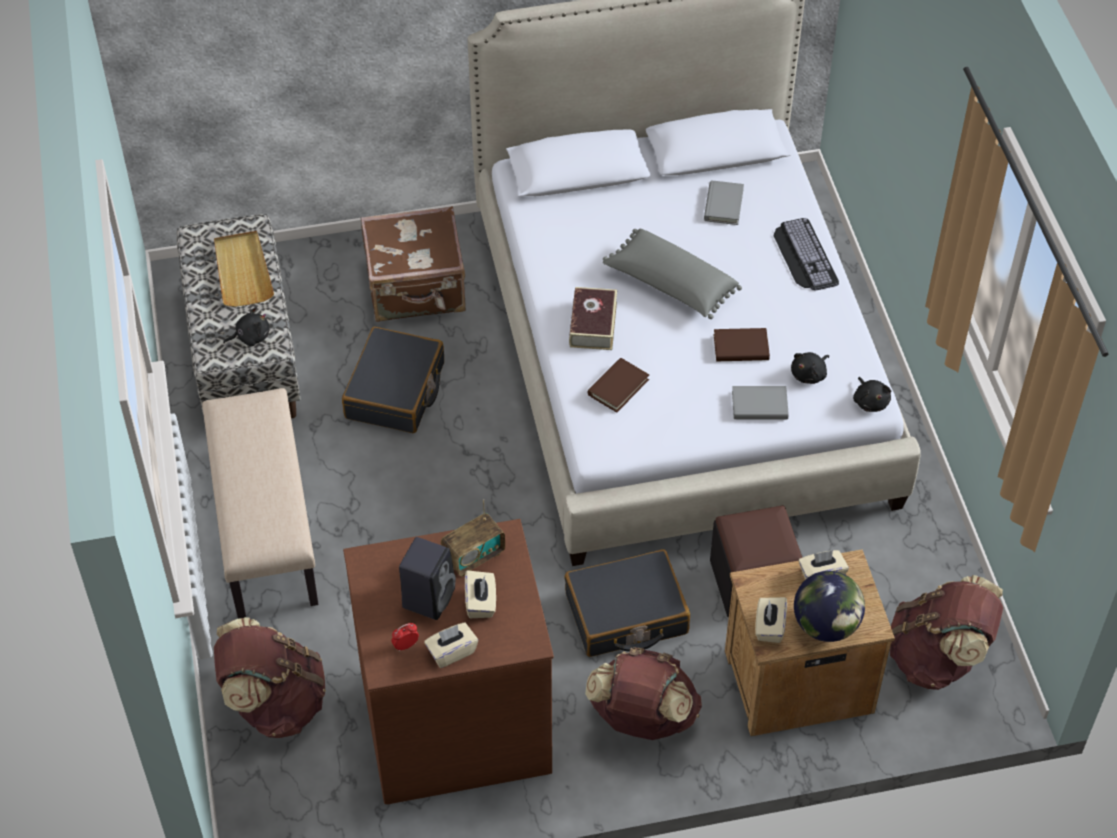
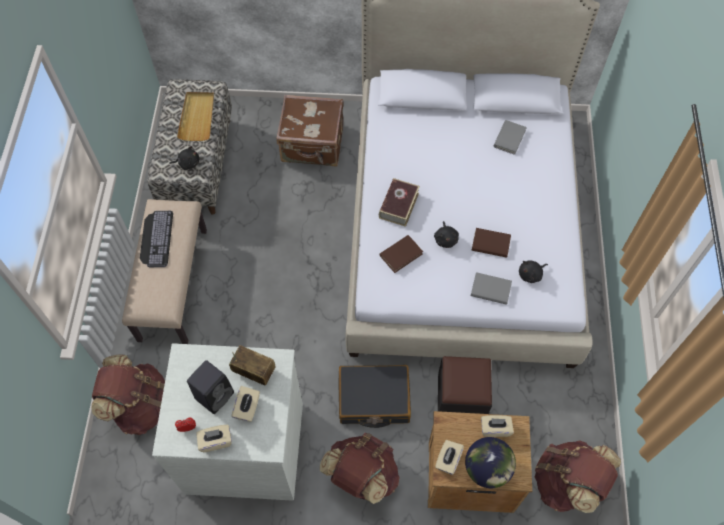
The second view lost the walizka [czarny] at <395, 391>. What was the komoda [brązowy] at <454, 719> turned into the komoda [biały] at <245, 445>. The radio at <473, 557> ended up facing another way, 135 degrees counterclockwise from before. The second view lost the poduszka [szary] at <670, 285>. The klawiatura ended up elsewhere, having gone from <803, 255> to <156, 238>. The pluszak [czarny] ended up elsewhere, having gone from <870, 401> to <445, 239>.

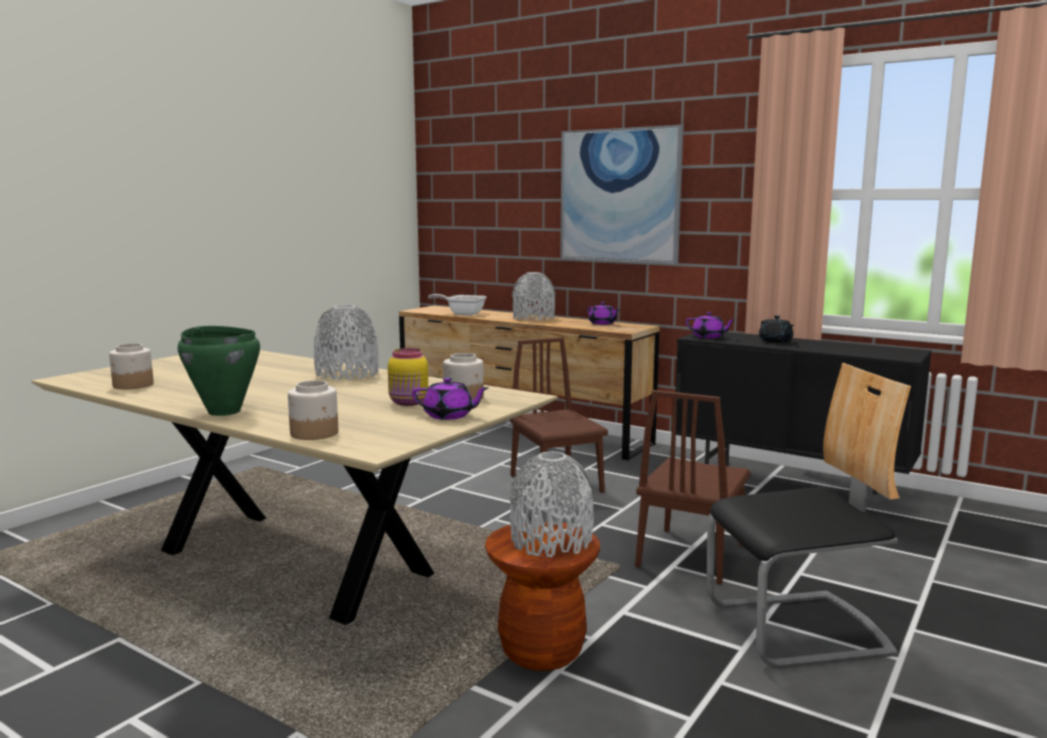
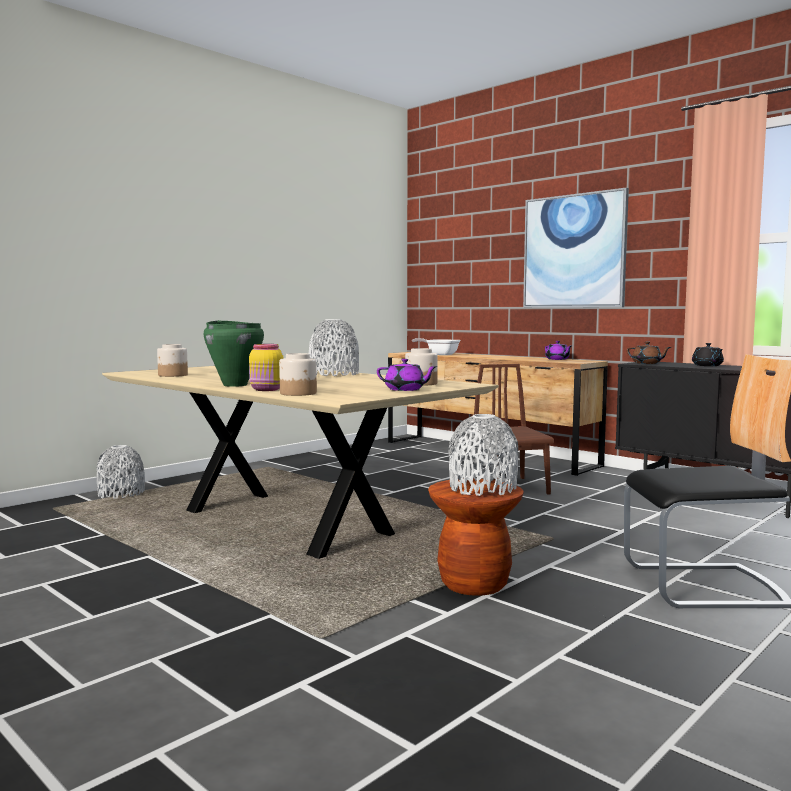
The słoik [żółty] ended up elsewhere, having gone from <409, 403> to <267, 390>. The wazon [szary] ended up elsewhere, having gone from <533, 318> to <121, 494>. The second view lost the krzesło [brązowy] at <691, 555>. What was the imbryk [fioletowy] at <708, 337> turned into the imbryk [brązowy] at <647, 363>.

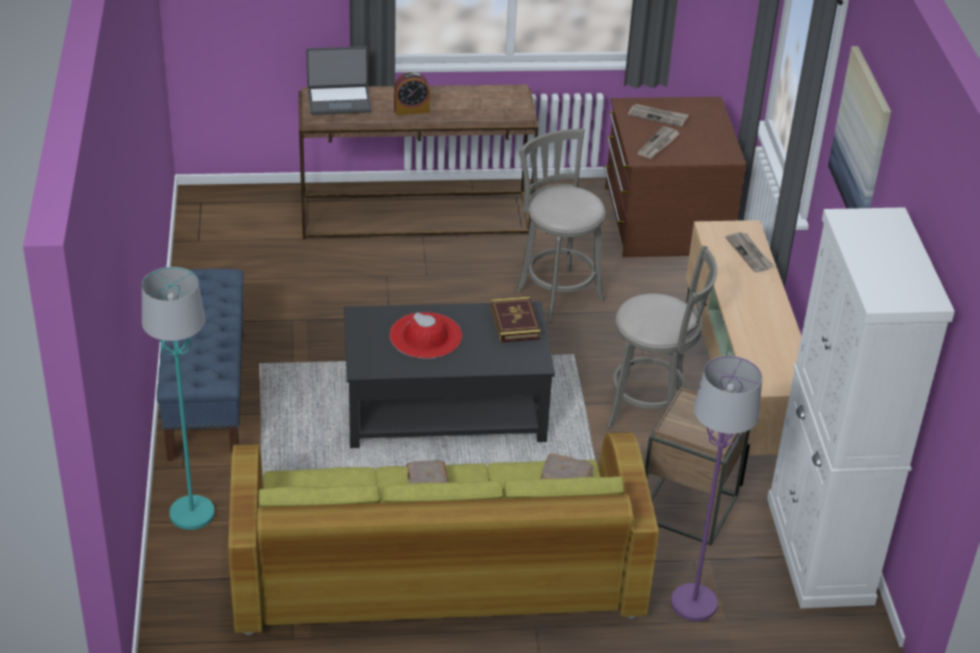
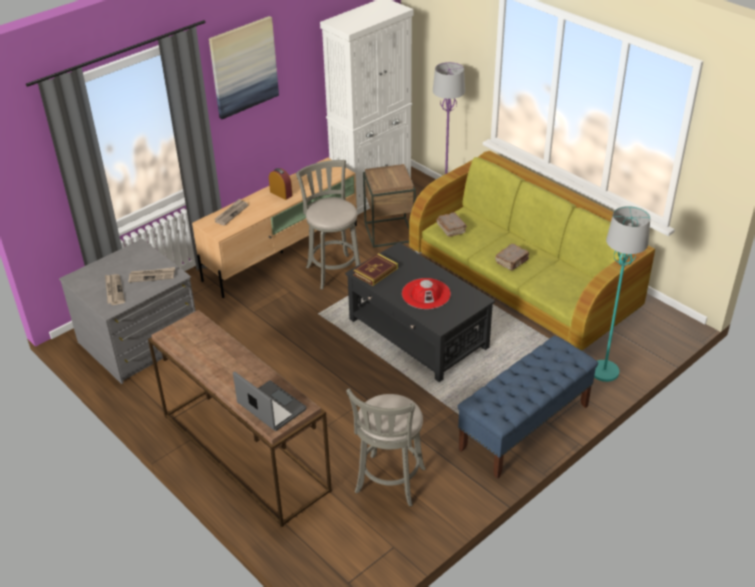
The budzik ended up elsewhere, having gone from <411, 110> to <281, 193>. The stołek [szary] ended up elsewhere, having gone from <556, 293> to <389, 483>. What was the komoda [brązowy] at <664, 220> turned into the komoda [szary] at <140, 342>.

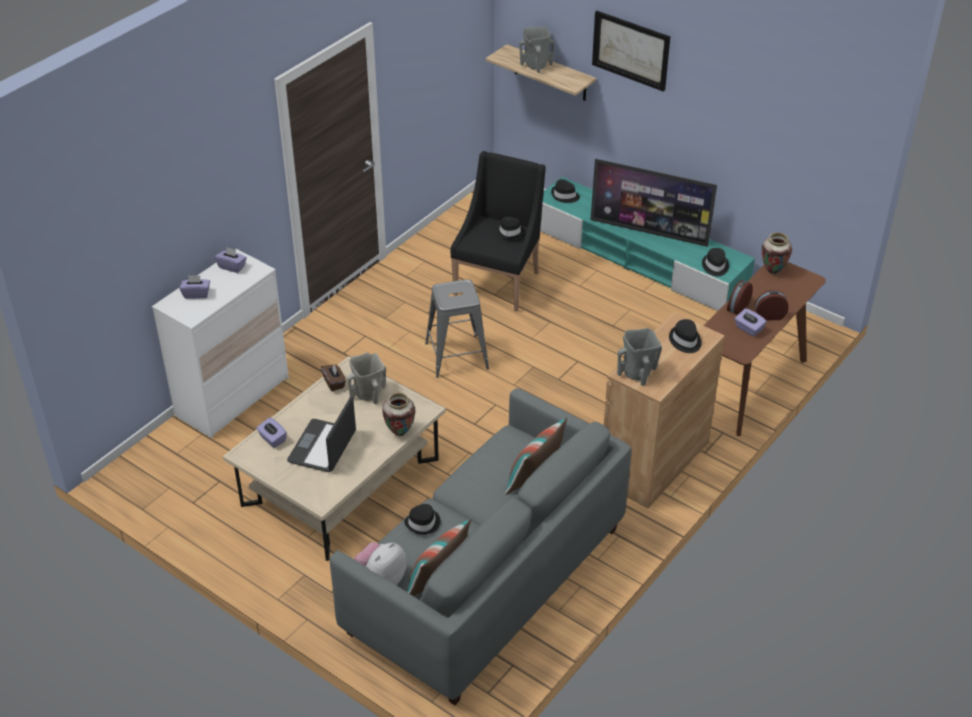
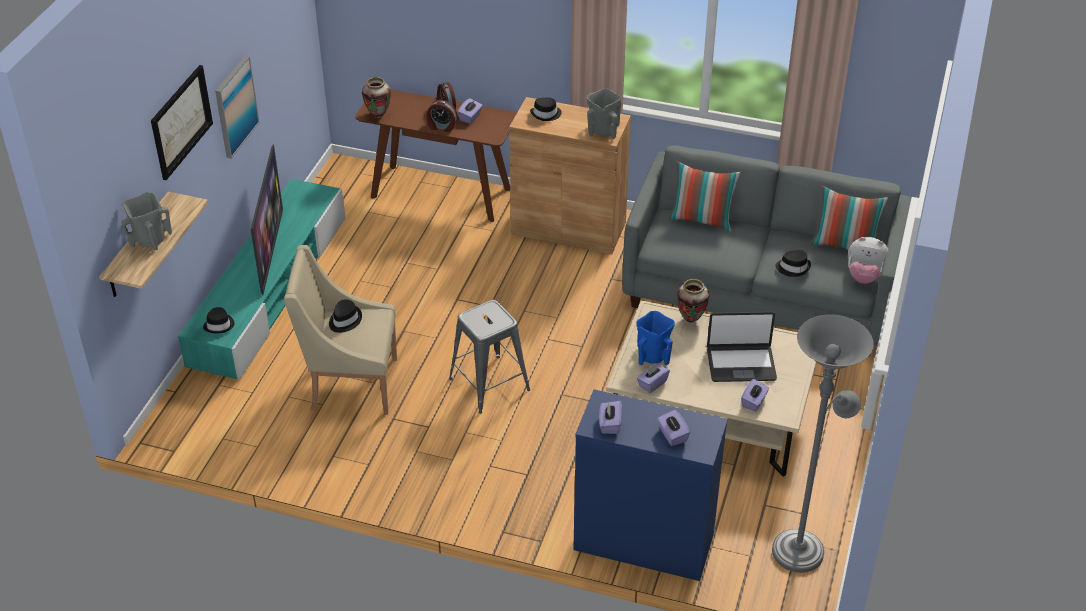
What was the komoda [biały] at <232, 397> turned into the komoda [niebieski] at <643, 542>. What was the pudełko chusteczek [brązowy] at <334, 383> turned into the pudełko chusteczek [fioletowy] at <652, 384>. What was the wazon [beżowy] at <368, 394> turned into the wazon [niebieski] at <653, 355>. What was the fotel [czarny] at <498, 282> turned into the fotel [beżowy] at <350, 384>. The second view lost the kapelusz [czarny] at <715, 266>. The second view gained the obraz at <235, 106>. The second view gained the lampa stojąca [szary] at <801, 547>.

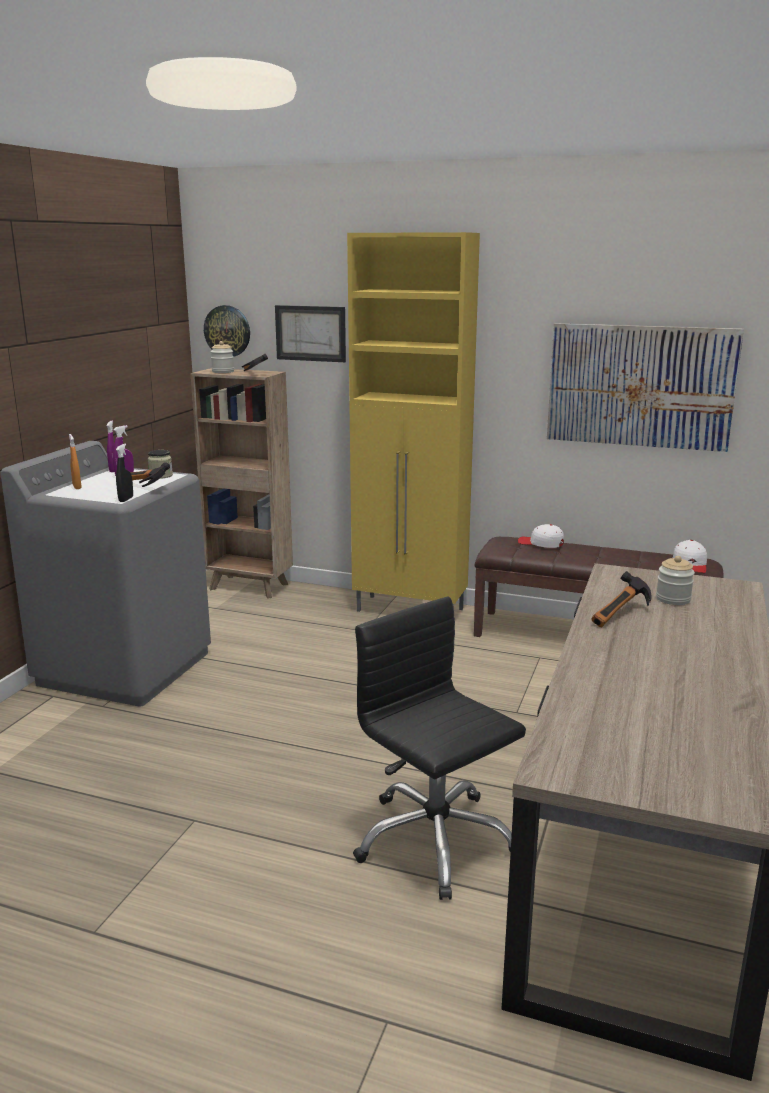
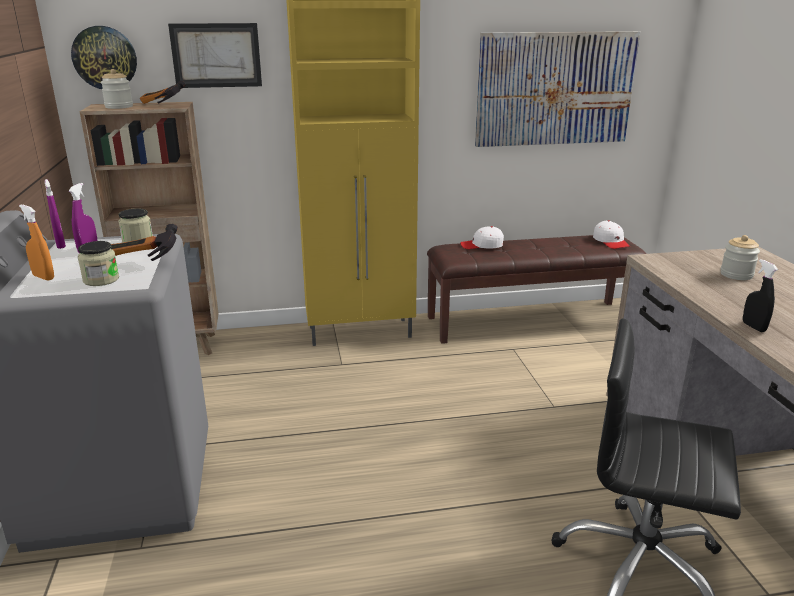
The spryskiwacz [czarny] ended up elsewhere, having gone from <126, 499> to <753, 327>. The second view lost the młotek at <622, 616>. The second view gained the słoik at <101, 280>.

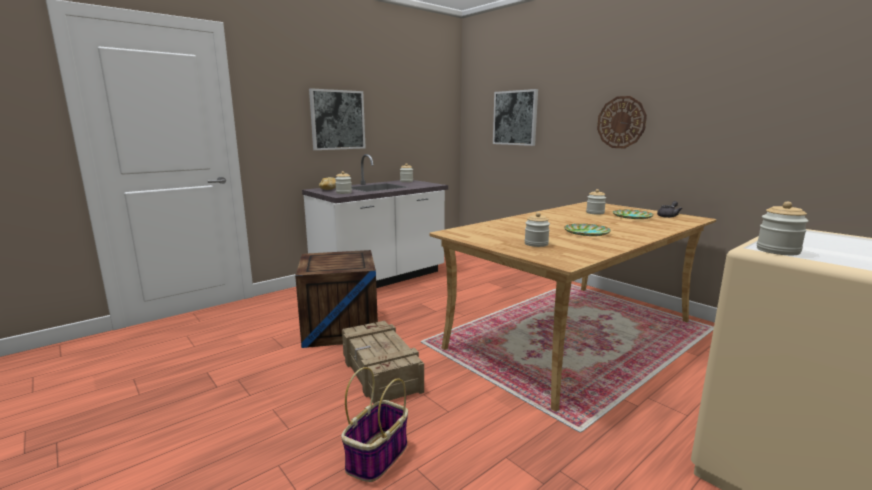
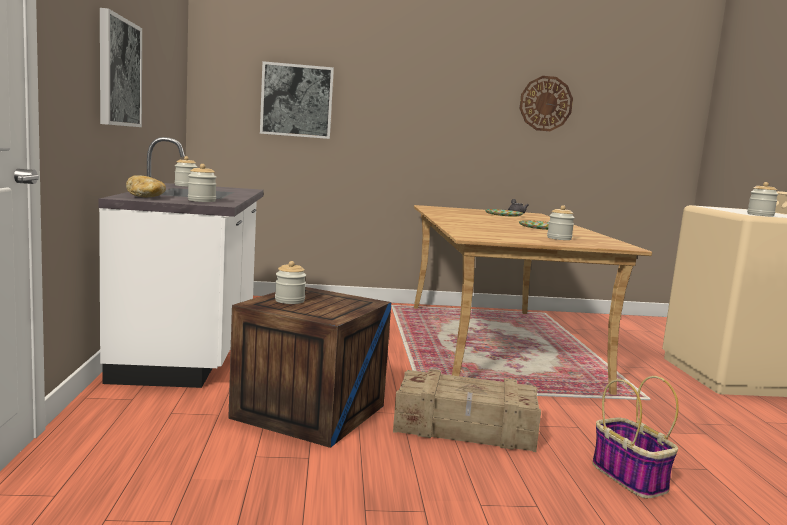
The słoik ended up elsewhere, having gone from <595, 213> to <289, 300>. The zegar ścienny ended up elsewhere, having gone from <621, 122> to <545, 103>.

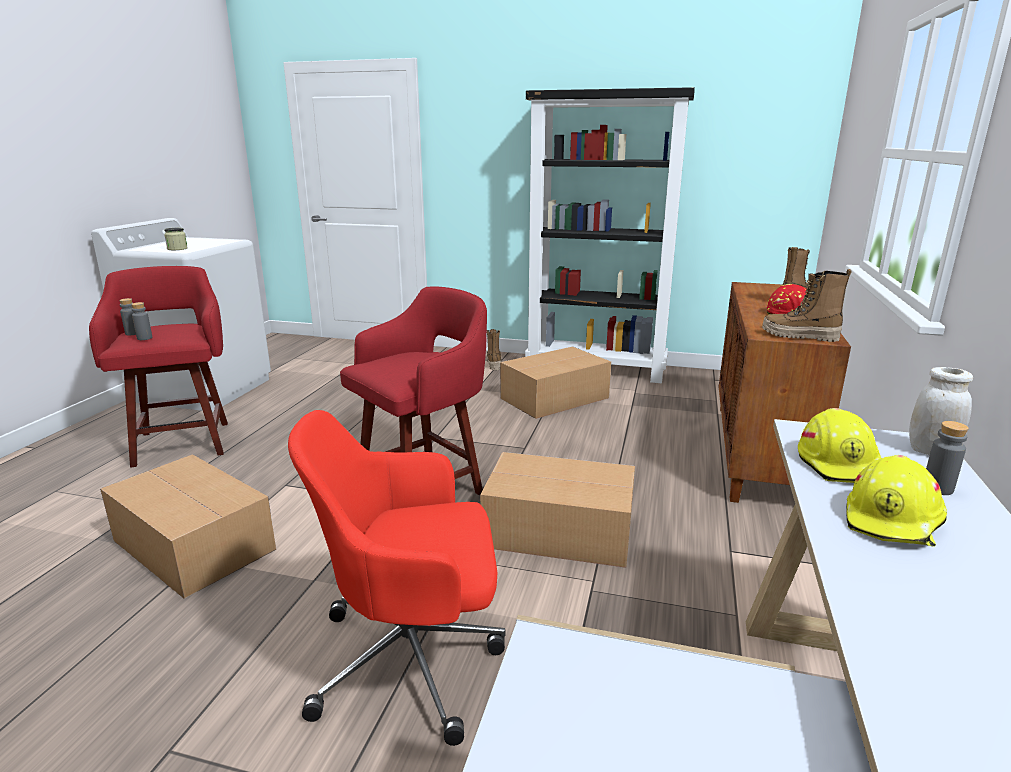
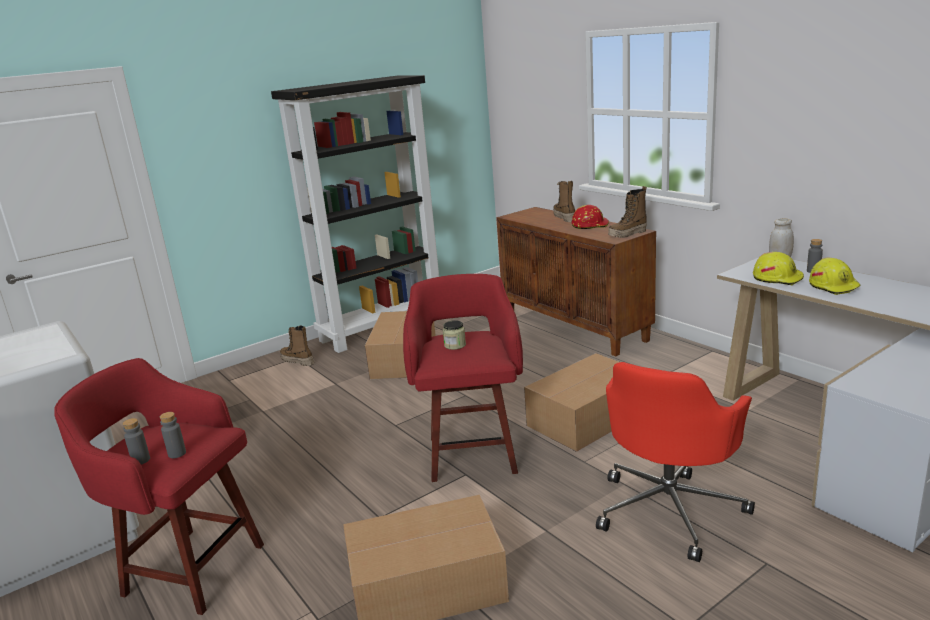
The słoik ended up elsewhere, having gone from <177, 249> to <455, 345>.

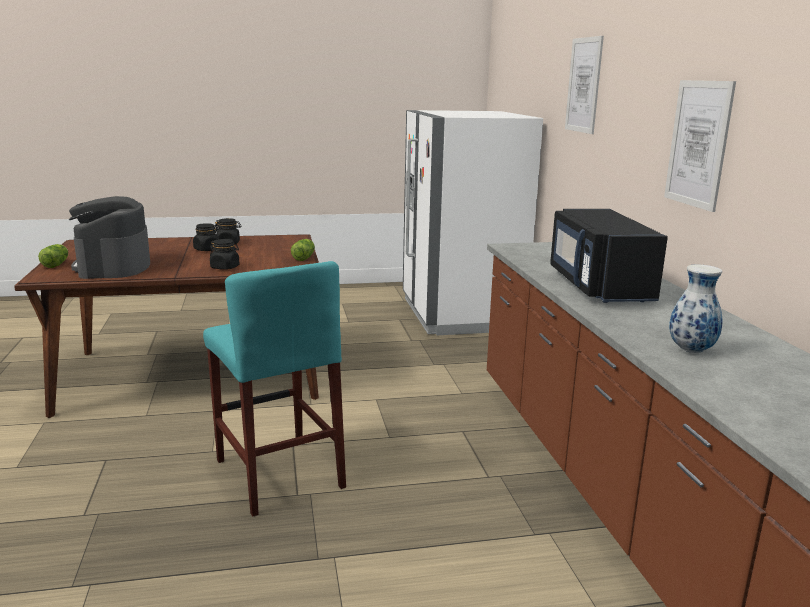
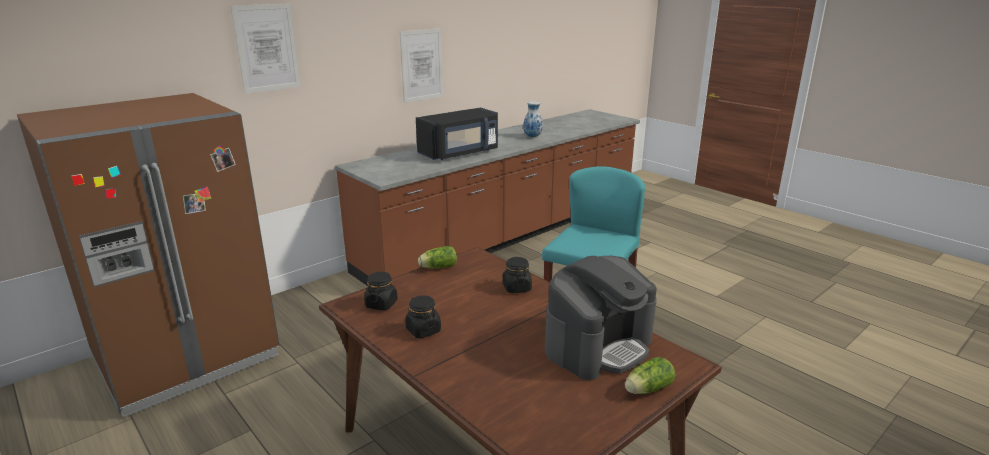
The słoik [czarny] ended up elsewhere, having gone from <207, 249> to <381, 304>. What was the lodówka [biały] at <460, 314> turned into the lodówka [brązowy] at <187, 358>.

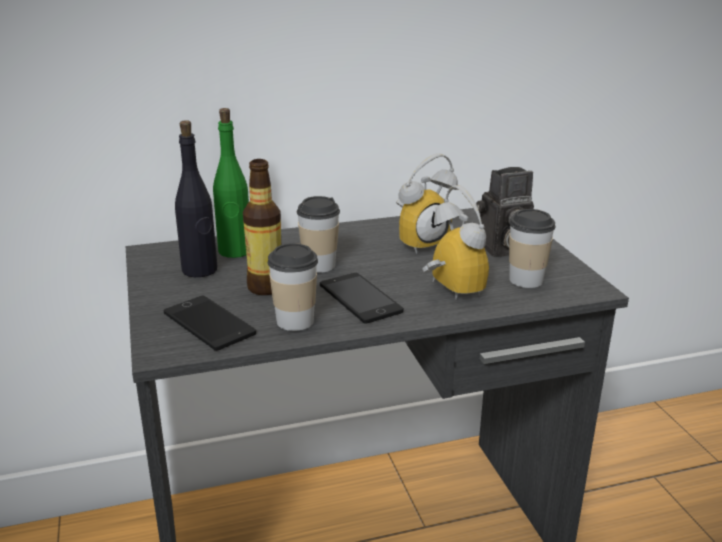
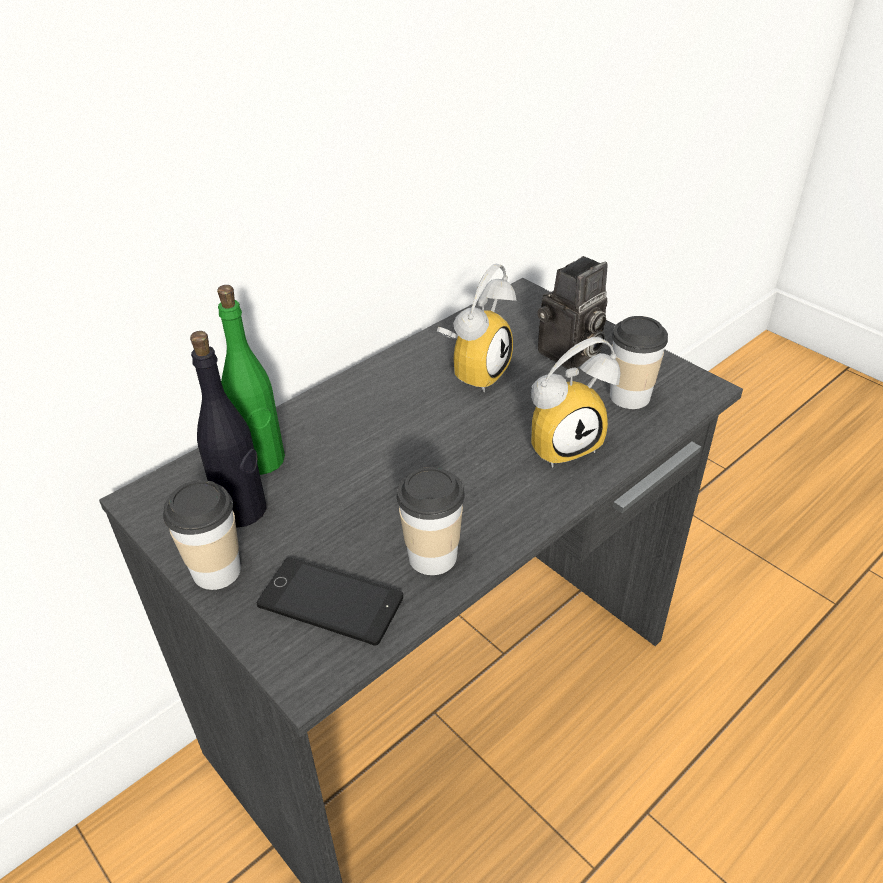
The second view lost the butelka at <265, 287>. The filiżanka ended up elsewhere, having gone from <319, 265> to <216, 570>. The second view lost the telefon at <360, 298>. The budzik at <447, 290> ended up facing another way, 120 degrees clockwise from before.

